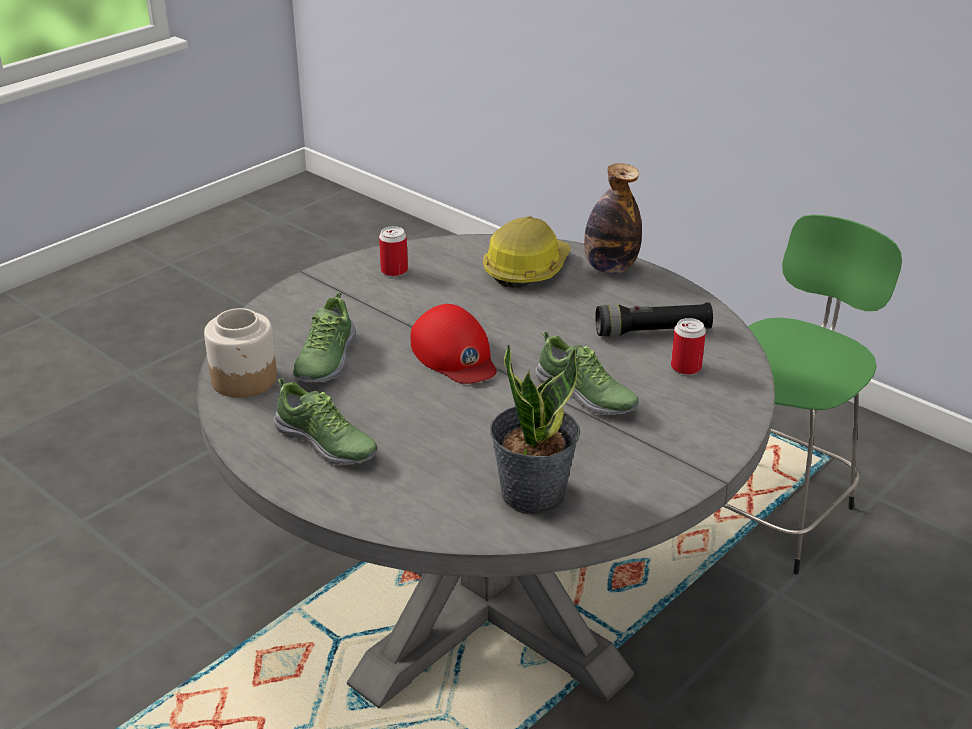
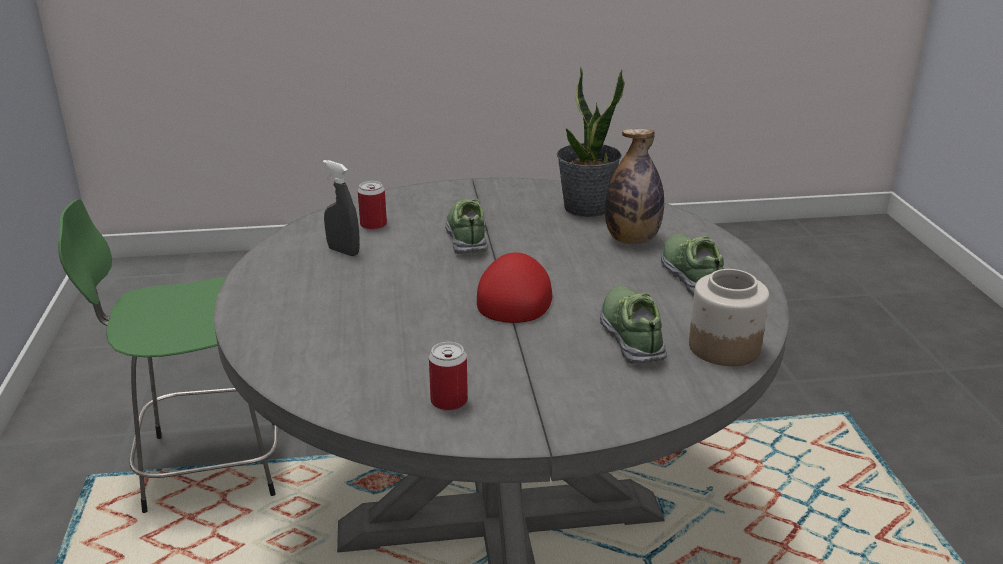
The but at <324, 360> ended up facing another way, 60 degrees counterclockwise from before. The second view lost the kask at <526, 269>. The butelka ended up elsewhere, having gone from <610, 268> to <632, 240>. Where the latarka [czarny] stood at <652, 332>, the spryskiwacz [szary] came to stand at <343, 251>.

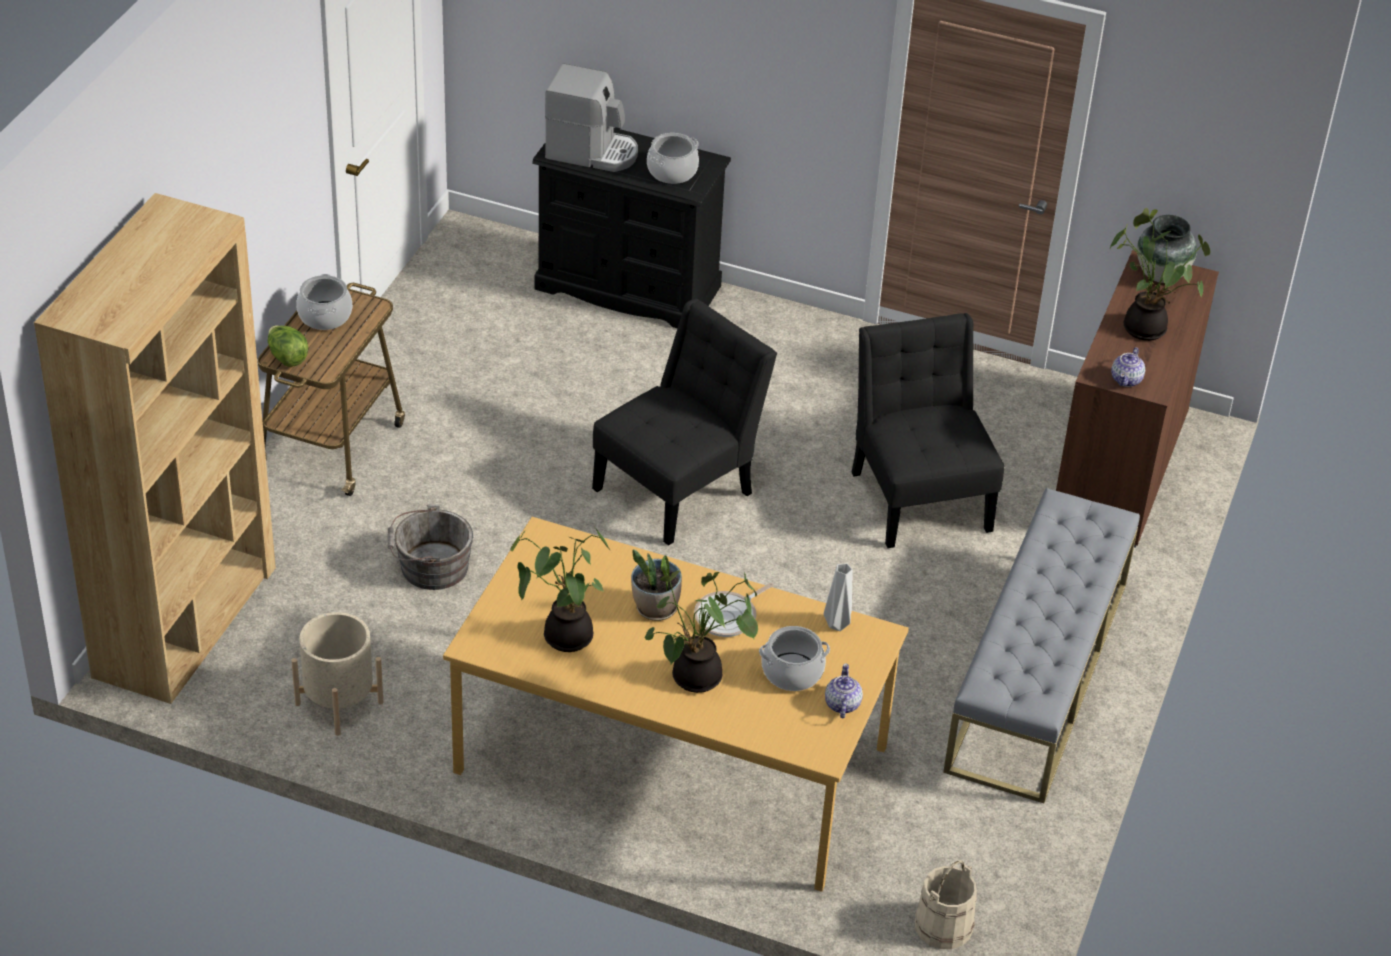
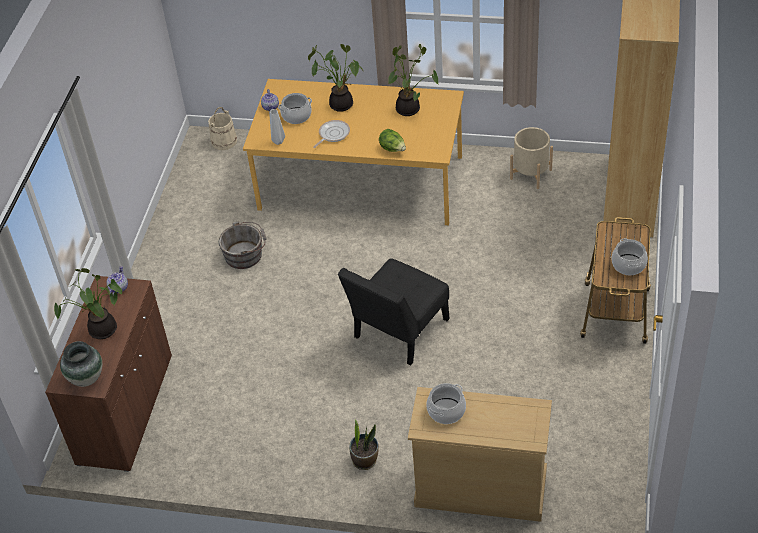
The sałata ended up elsewhere, having gone from <287, 358> to <393, 149>. The wiadro [szary] ended up elsewhere, having gone from <430, 567> to <245, 255>. What was the komoda [czarny] at <628, 288> turned into the komoda [beżowy] at <480, 488>. The second view lost the ekspres do kawy at <592, 152>. The roślina doniczkowa ended up elsewhere, having gone from <655, 609> to <365, 460>. The second view lost the krzesło [czarny] at <919, 495>. The second view lost the ławka [szary] at <1038, 676>.

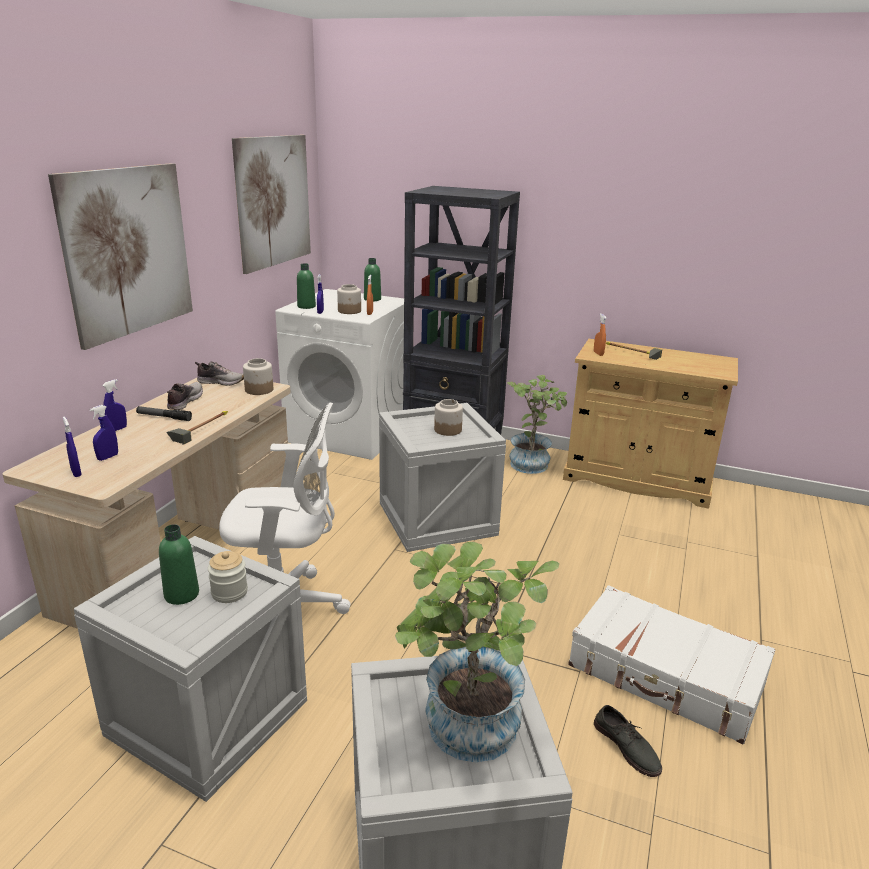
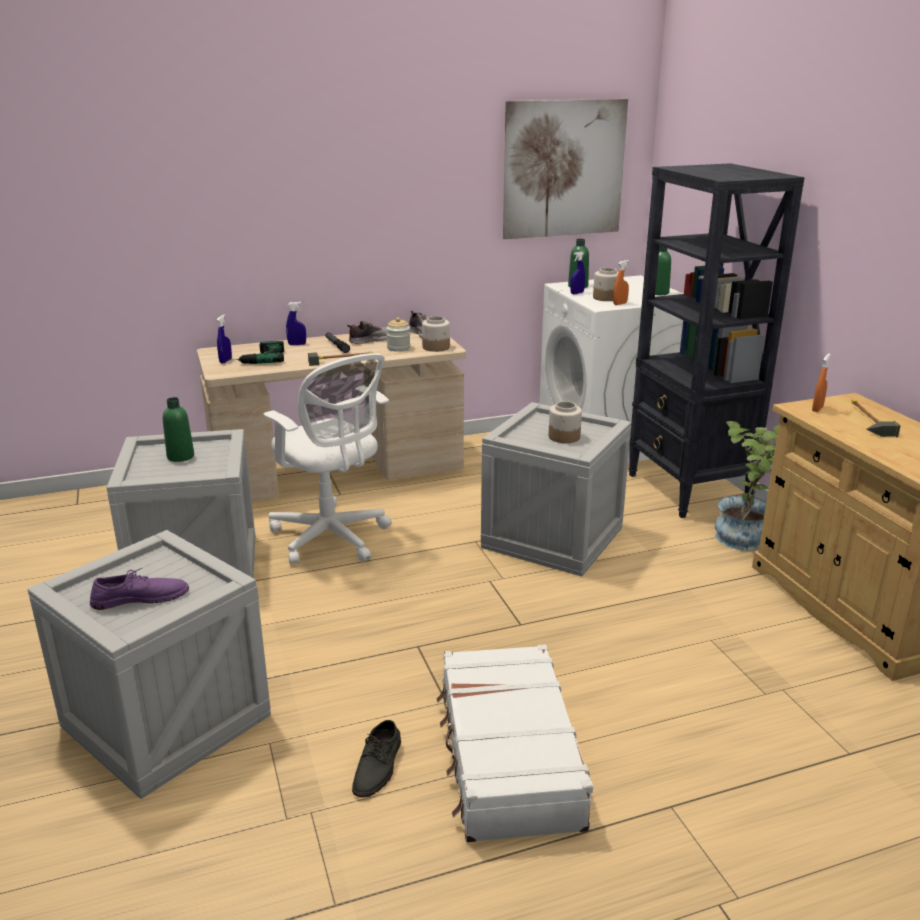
The second view lost the obraz at <128, 251>. Where the spryskiwacz [niebieski] stood at <108, 457>, the wiertarka came to stand at <257, 358>. The słoik ended up elsewhere, having gone from <229, 592> to <398, 348>. Where the roślina doniczkowa stood at <464, 735>, the but [fioletowy] came to stand at <140, 597>.

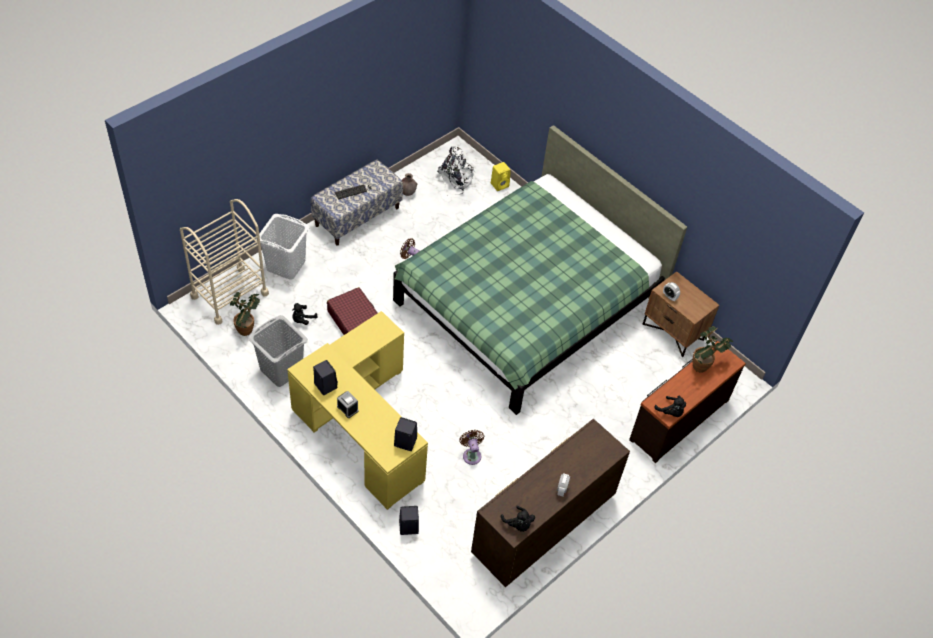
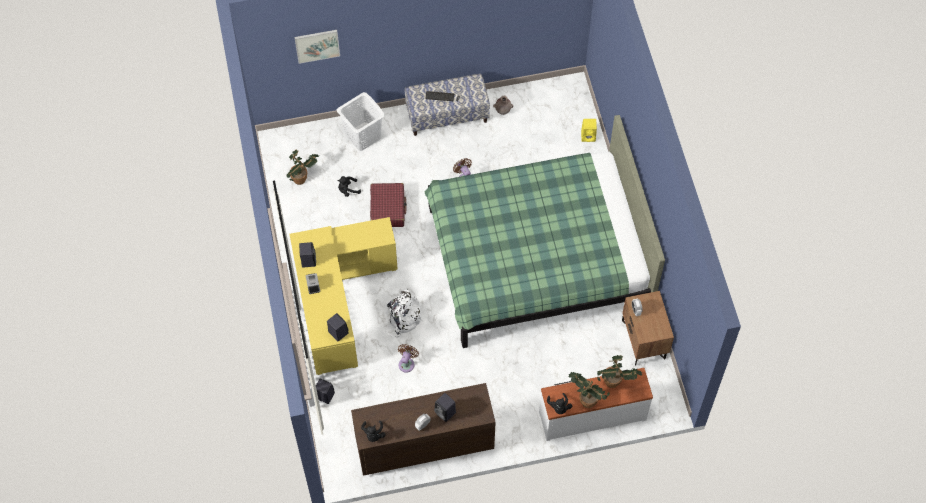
The second view lost the wózek [beżowy] at <229, 295>. The second view lost the kosz na pranie [szary] at <281, 369>. The plecak [biały] ended up elsewhere, having gone from <455, 180> to <402, 319>. What was the komoda [brązowy] at <678, 419> turned into the komoda [biały] at <592, 415>. The second view gained the obraz at <317, 45>. The second view gained the głośnik [czarny] at <446, 412>. The second view gained the roślina doniczkowa at <586, 399>.

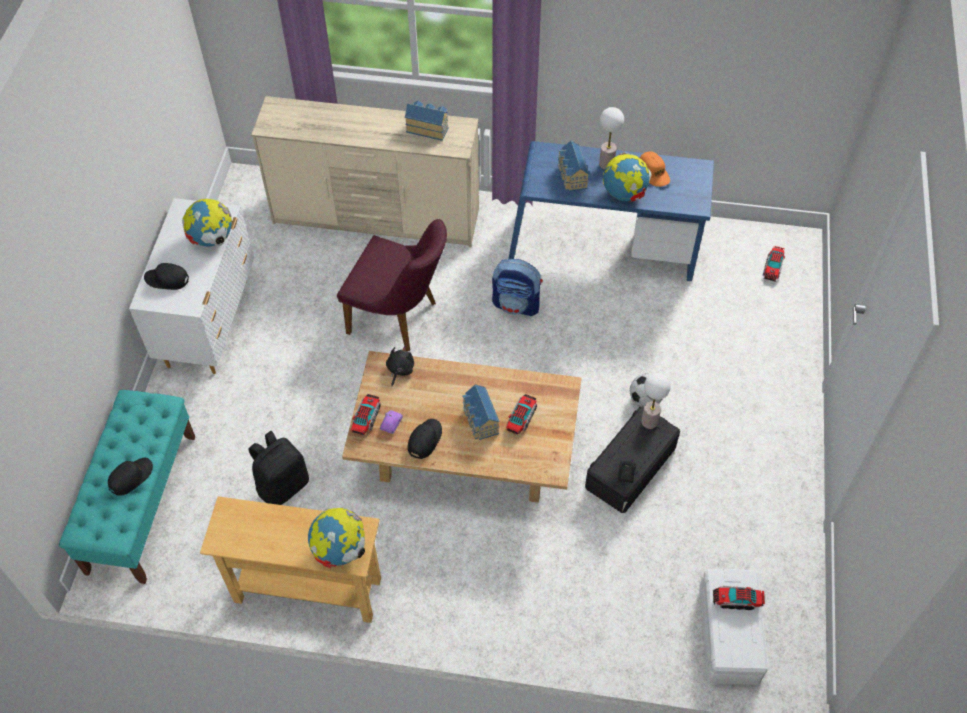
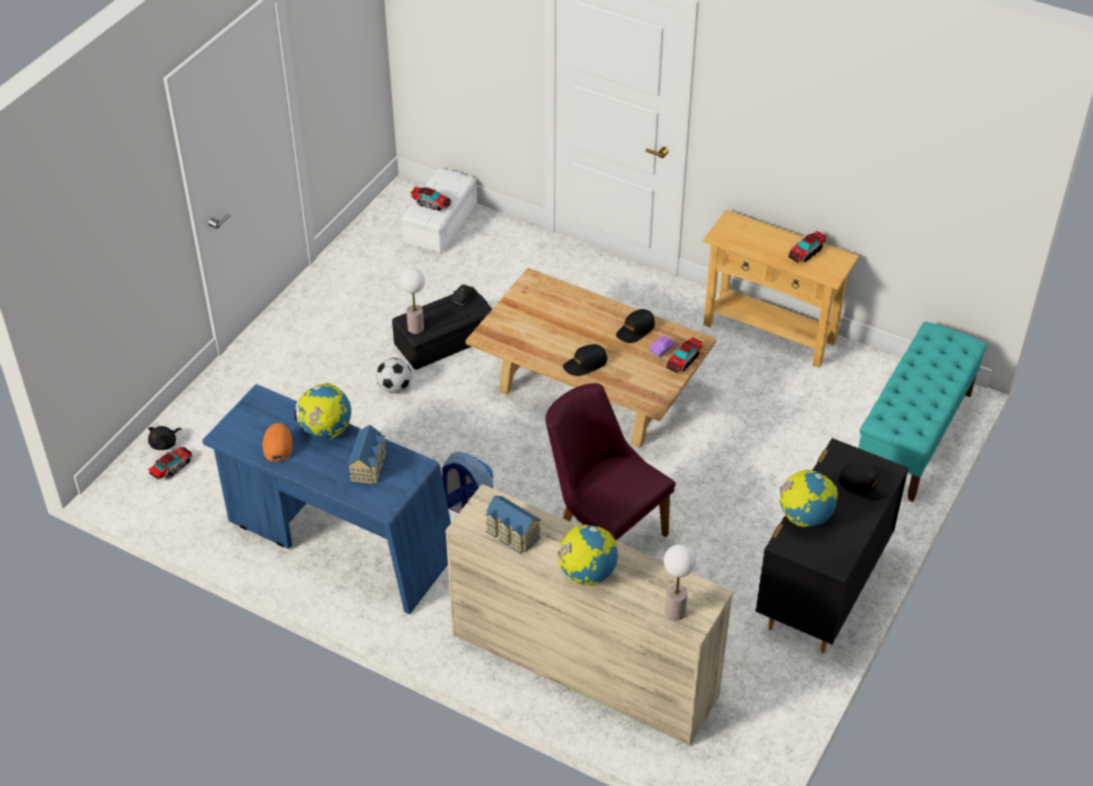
The czapka z daszkiem [czarny] ended up elsewhere, having gone from <131, 477> to <585, 364>. What was the komoda [biały] at <210, 322> turned into the komoda [czarny] at <821, 592>. The second view lost the plecak [czarny] at <283, 484>. The globus ended up elsewhere, having gone from <339, 550> to <587, 574>. The pluszak [czarny] ended up elsewhere, having gone from <400, 370> to <165, 443>. The second view lost the domek at <479, 420>. The ciężarówka zabawkowa ended up elsewhere, having gone from <521, 418> to <806, 253>. The lampa stołowa ended up elsewhere, having gone from <607, 164> to <675, 612>.

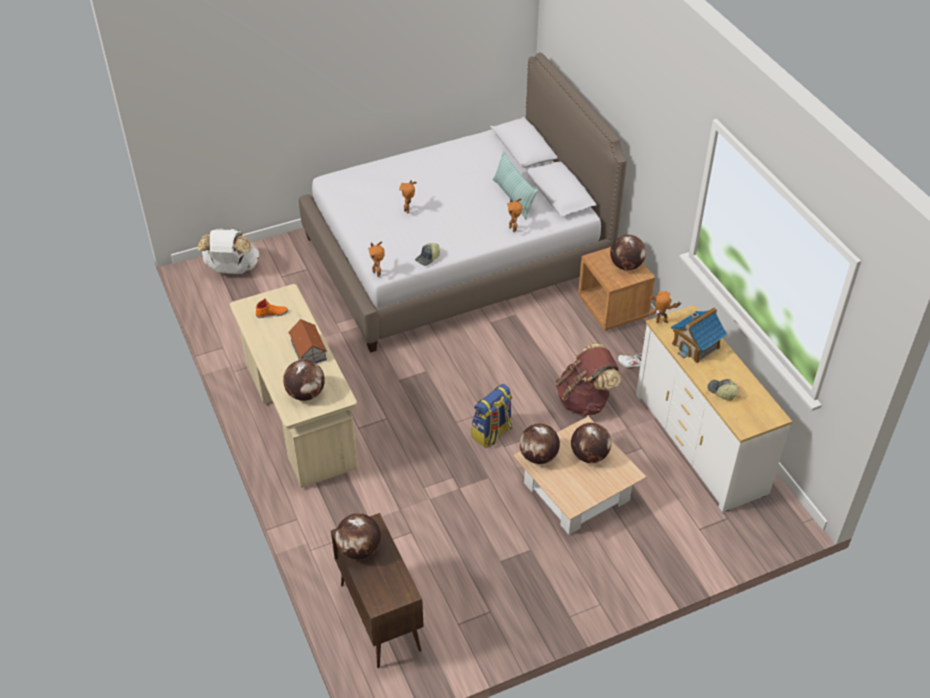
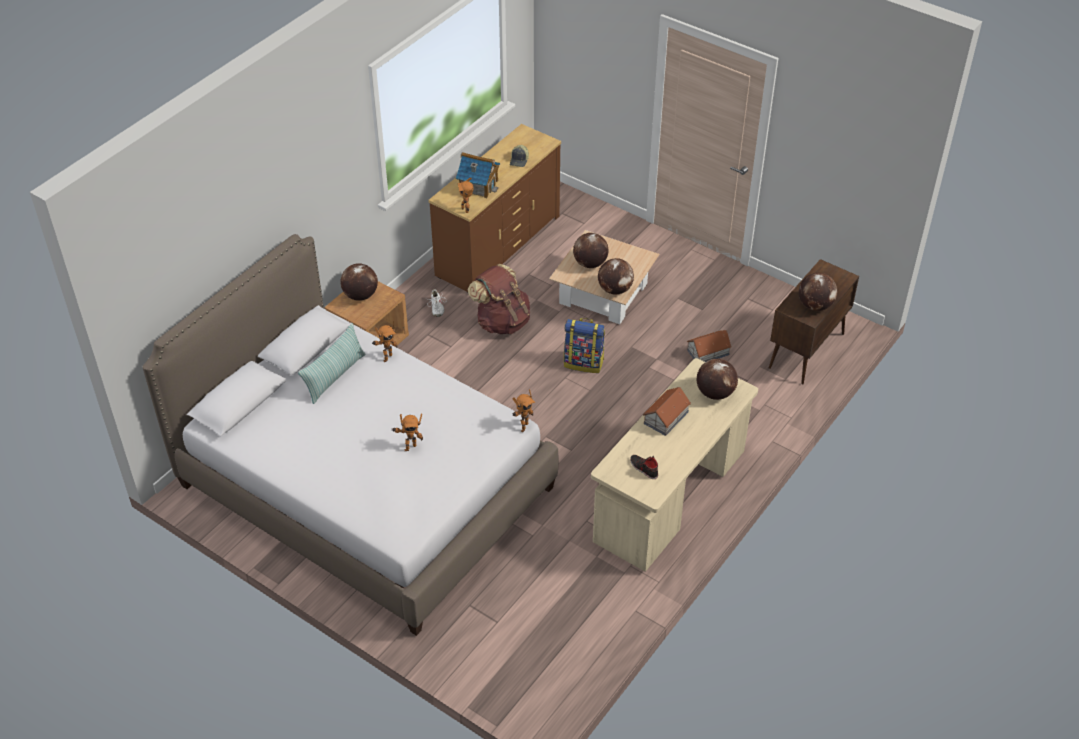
The second view lost the plecak [biały] at <232, 269>. What was the but [pomarańczowy] at <272, 313> turned into the but [czarny] at <643, 468>. The second view lost the czapka z daszkiem at <428, 258>. What was the komoda [biały] at <700, 443> turned into the komoda [brązowy] at <498, 245>. The second view gained the domek at <708, 352>.

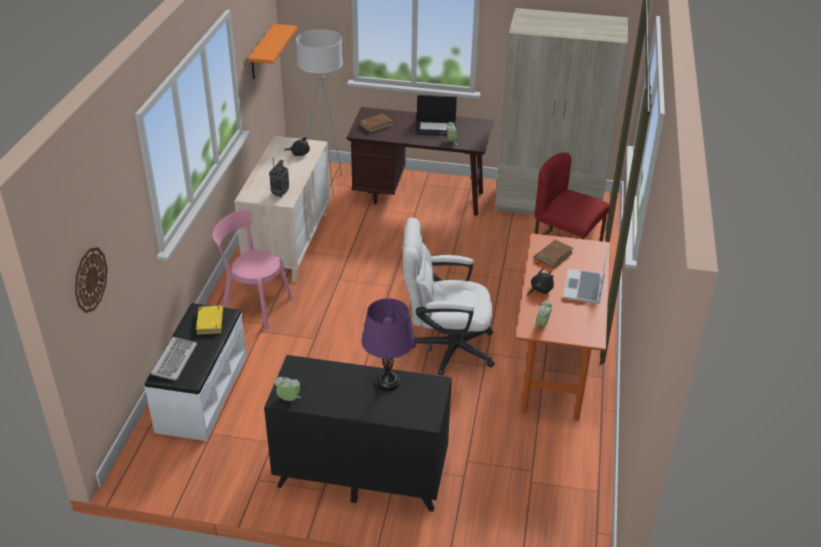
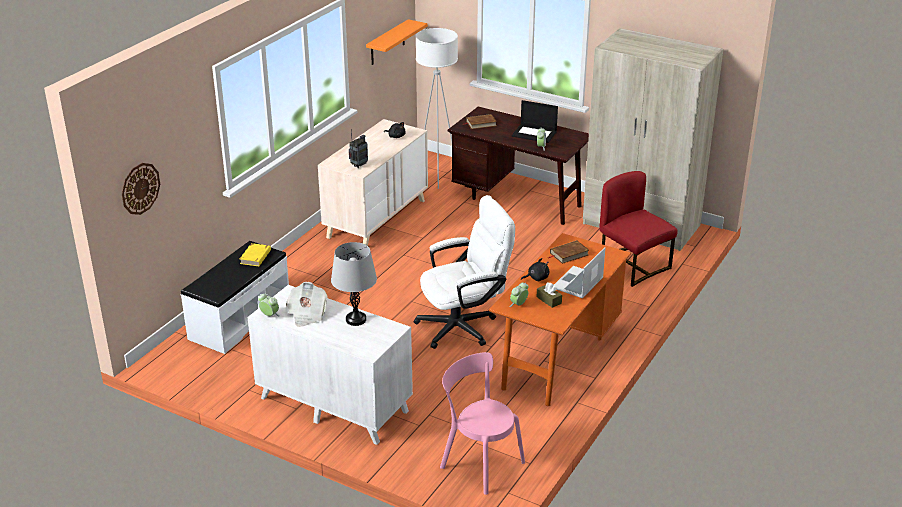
The second view lost the klawiatura at <174, 360>. The krzesło [różowy] ended up elsewhere, having gone from <254, 306> to <479, 462>. What was the komoda [czarny] at <361, 474> turned into the komoda [biały] at <333, 404>. What was the lampa stołowa [fioletowy] at <388, 382> turned into the lampa stołowa [szary] at <356, 319>. The krzesło biurowe [biały] at <445, 347> ended up facing another way, 135 degrees clockwise from before. The second view gained the gazeta at <307, 314>. The second view gained the pudełko chusteczek [brązowy] at <549, 300>.

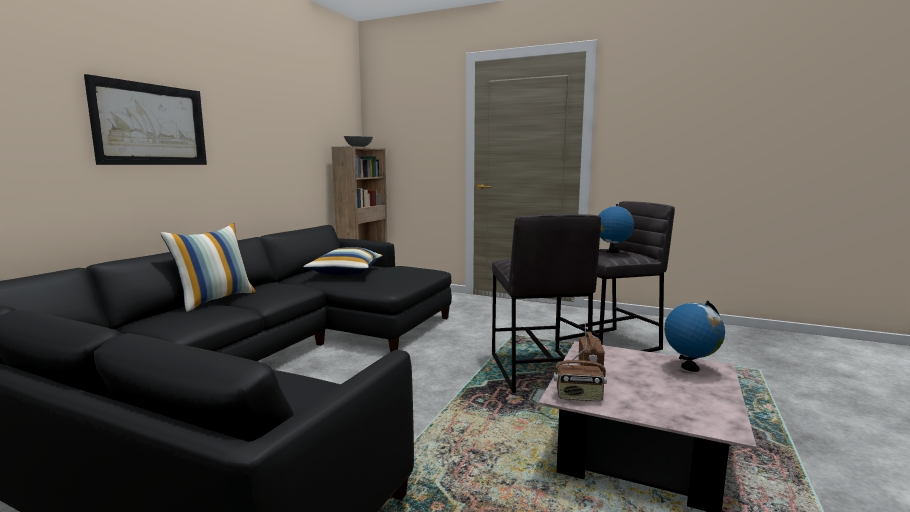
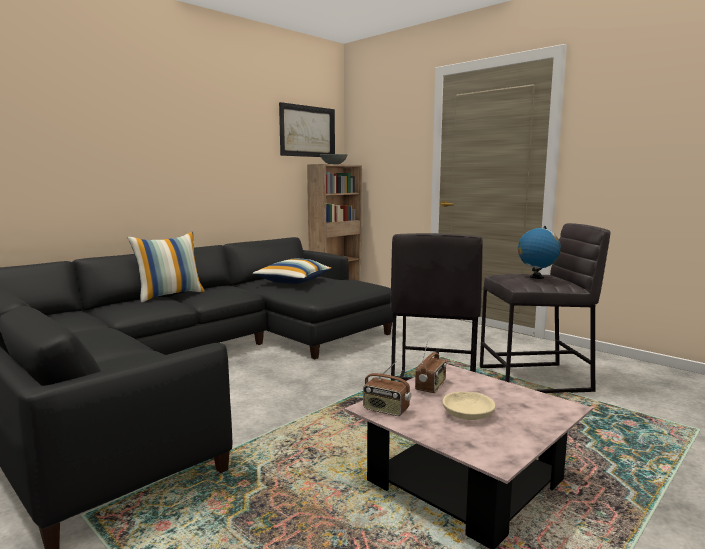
The obraz ended up elsewhere, having gone from <150, 124> to <307, 131>. The second view lost the globus at <690, 367>. The second view gained the miska [beżowy] at <468, 413>.

